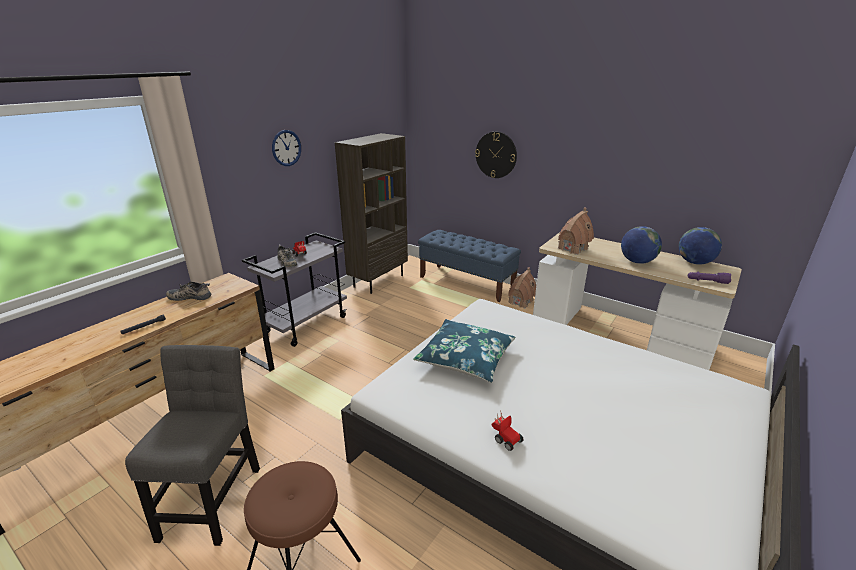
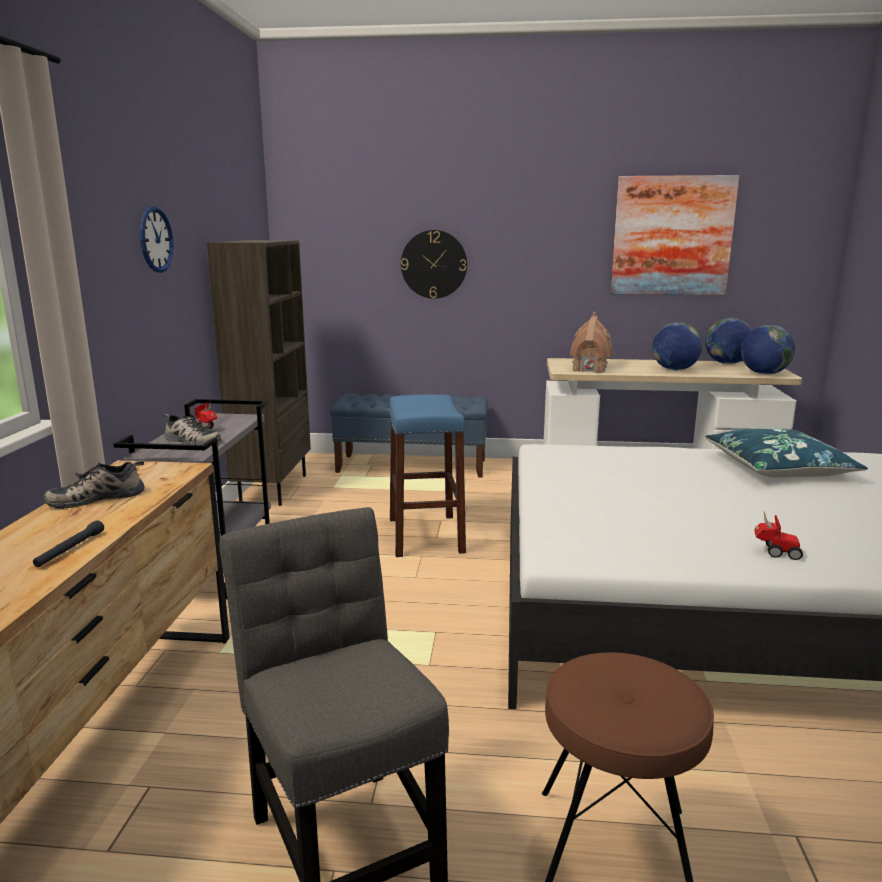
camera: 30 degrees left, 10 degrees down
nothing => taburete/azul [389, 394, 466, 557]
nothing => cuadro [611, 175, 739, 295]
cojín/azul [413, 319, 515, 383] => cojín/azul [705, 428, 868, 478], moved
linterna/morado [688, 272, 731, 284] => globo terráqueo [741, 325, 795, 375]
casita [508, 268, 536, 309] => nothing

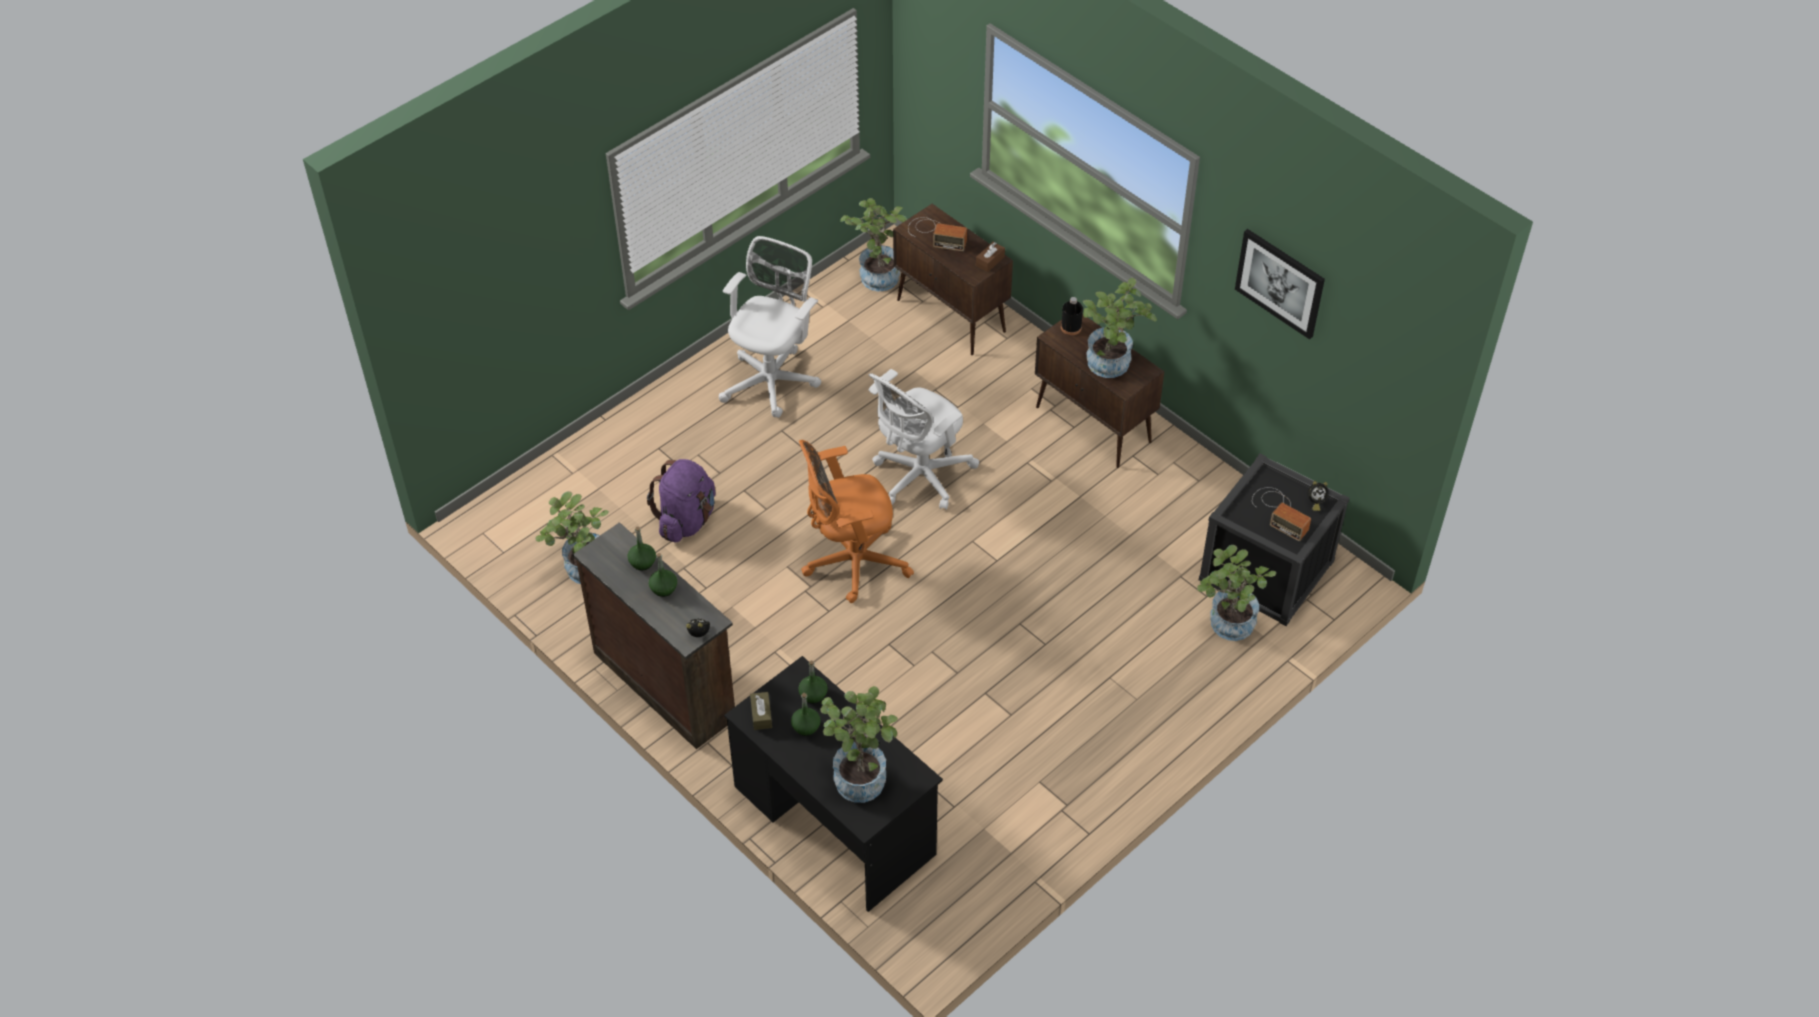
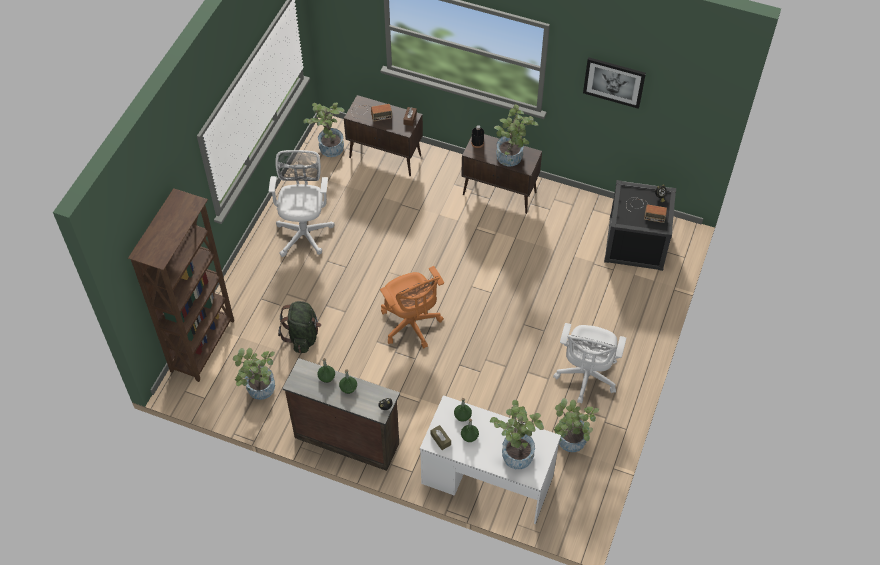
camera: 25 degrees left, 5 degrees up
nothing => estantería/marrón [128, 188, 234, 382]
mochila/morado [647, 459, 716, 543] => mochila/verde [278, 301, 321, 353]
silla de oficina/naranja [799, 440, 914, 603] => silla de oficina/naranja [380, 266, 444, 348], 75 degrees counterclockwise
escritorio/negro [724, 656, 943, 912] => escritorio/blanco [420, 395, 561, 524]
silla de oficina/blanco [868, 369, 979, 510] => silla de oficina/blanco [553, 323, 626, 404], moved
planta en maceta [1197, 545, 1276, 641] => planta en maceta [554, 398, 599, 452], moved

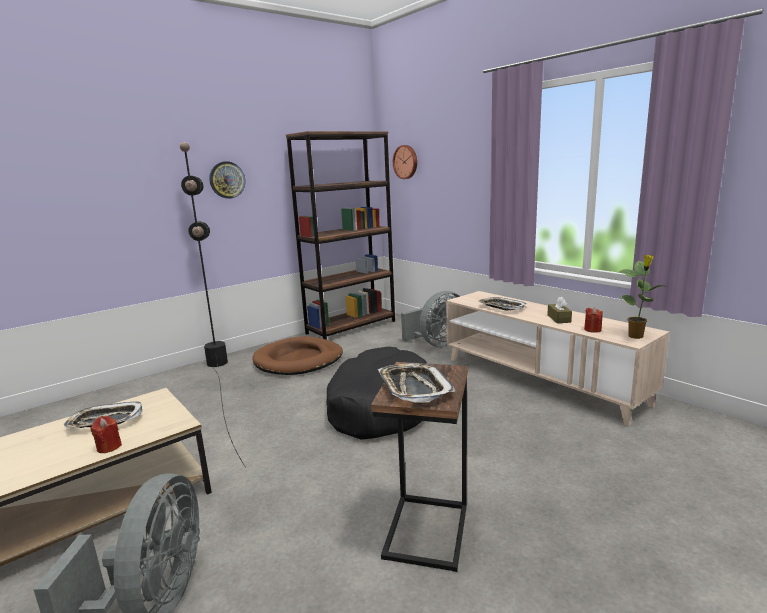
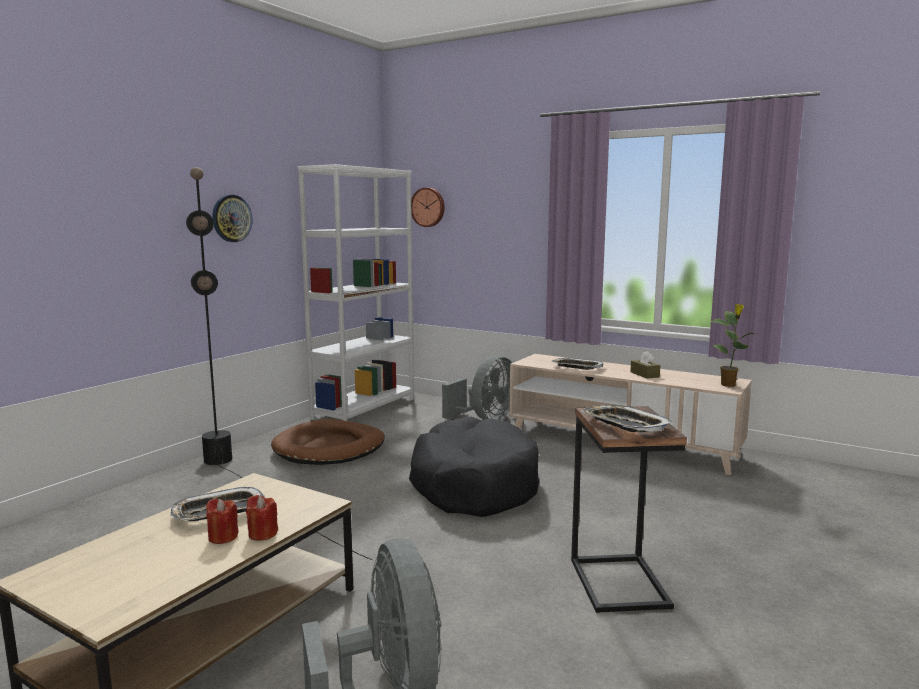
camera: 20 degrees left, 5 degrees down
vela/rojo [584, 308, 603, 333] => vela/rojo [206, 498, 239, 544], moved
estantería/marrón [286, 131, 395, 340] => estantería/blanco [297, 164, 414, 421]

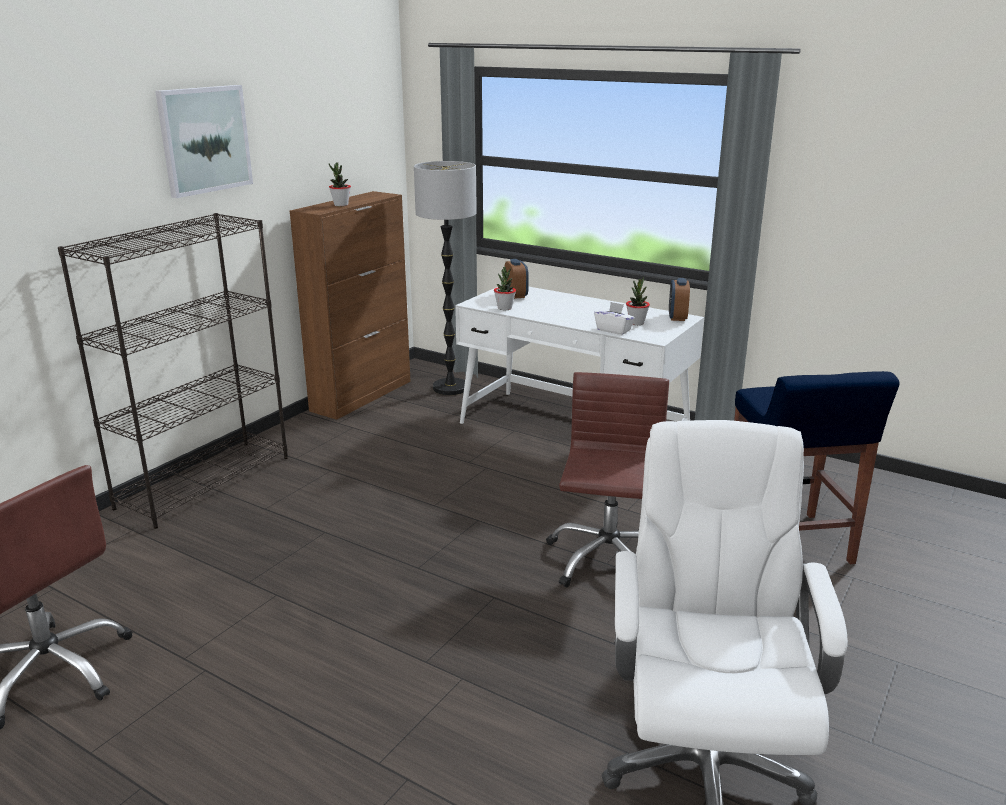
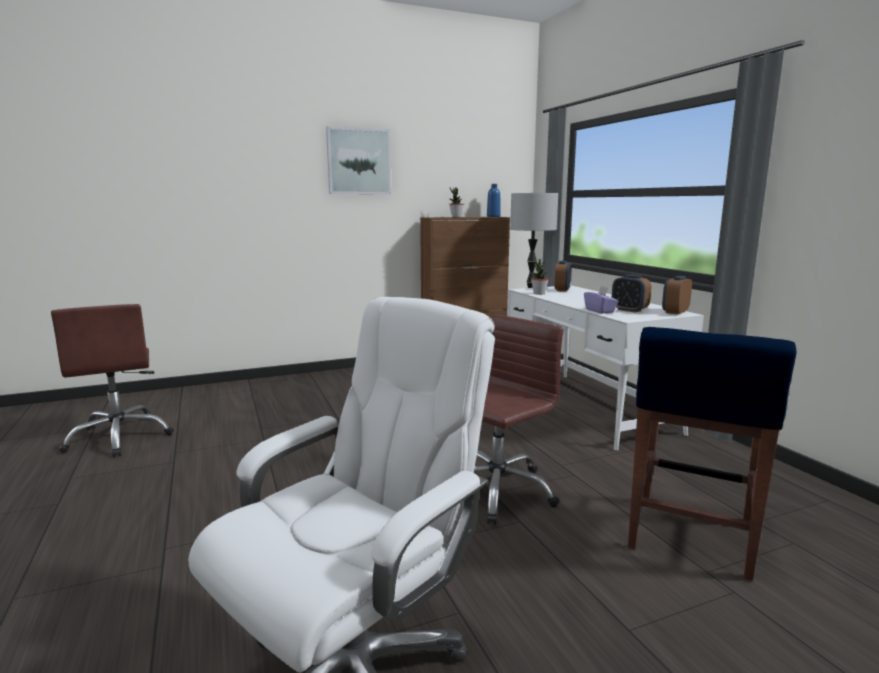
camera: 35 degrees right, 10 degrees down
nothing => botella/azul [487, 184, 501, 217]
caja de pañuelos/blanco [594, 302, 635, 335] => caja de pañuelos/morado [584, 286, 618, 314]
planta en maceta [626, 277, 650, 325] => despertador [612, 274, 651, 313]
estantería/negro [58, 213, 288, 529] => nothing

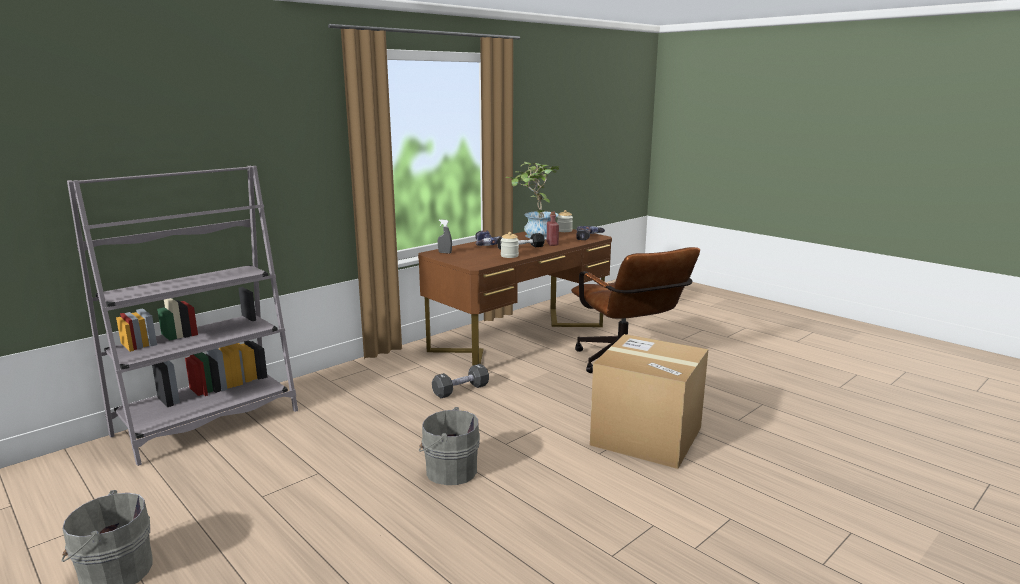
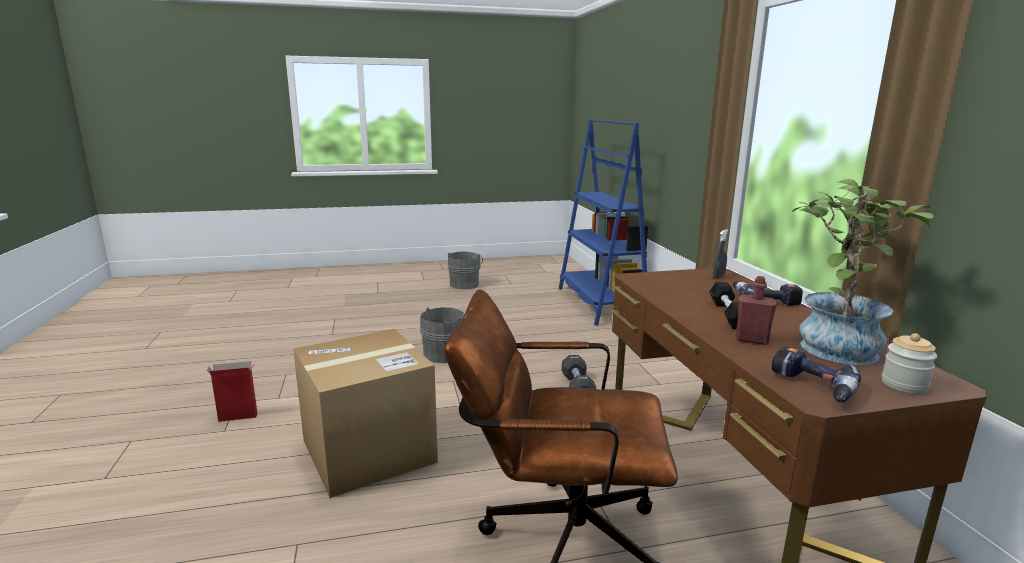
camera: 120 degrees right, 0 degrees up
nothing => caja de cartón [207, 361, 258, 422]
estantería/gris [67, 166, 298, 466] => estantería/azul [559, 119, 648, 326]
tarro [501, 232, 519, 258] => nothing

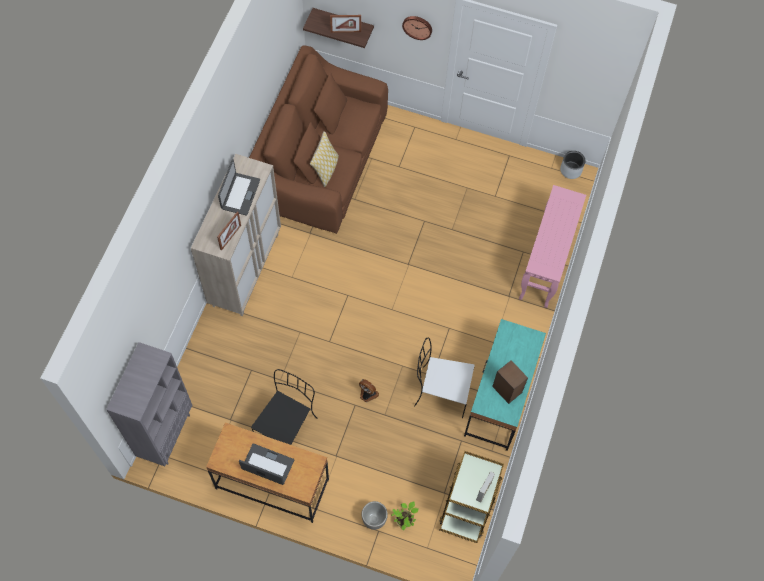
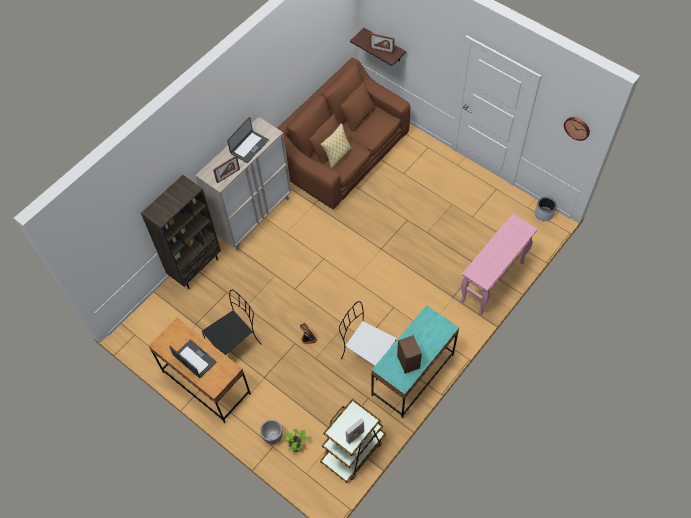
camera: 25 degrees right, 5 degrees down
nothing => estantería/marrón [141, 175, 221, 289]
reloj de pared [402, 16, 432, 40] => reloj de pared [564, 117, 590, 141], moved
estantería/gris [106, 342, 192, 466] => nothing

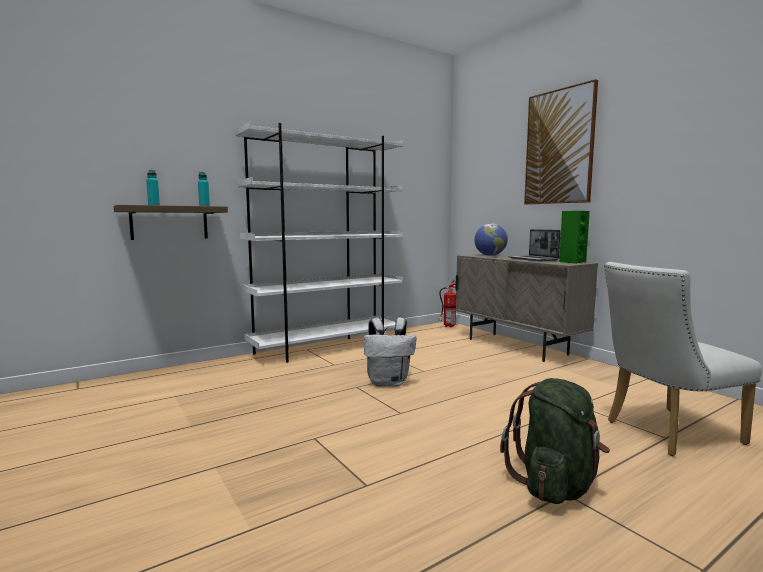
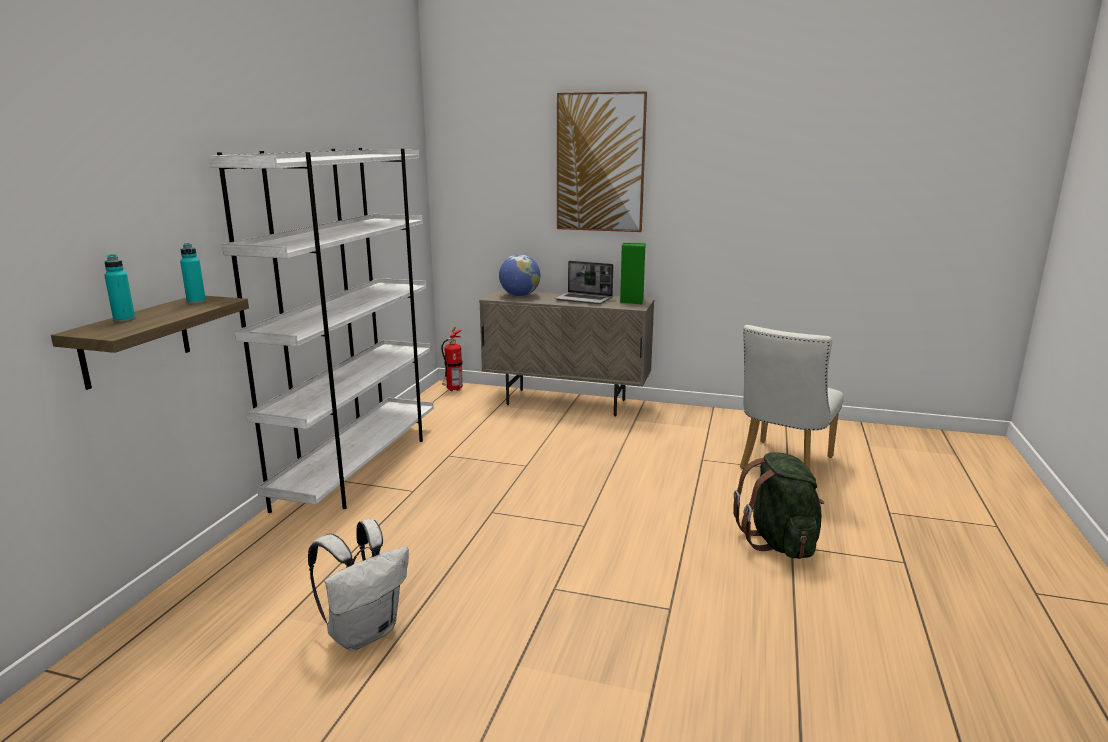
camera: 40 degrees left, 10 degrees up
mochila/blanco [364, 317, 416, 387] => mochila/blanco [308, 519, 409, 650], moved

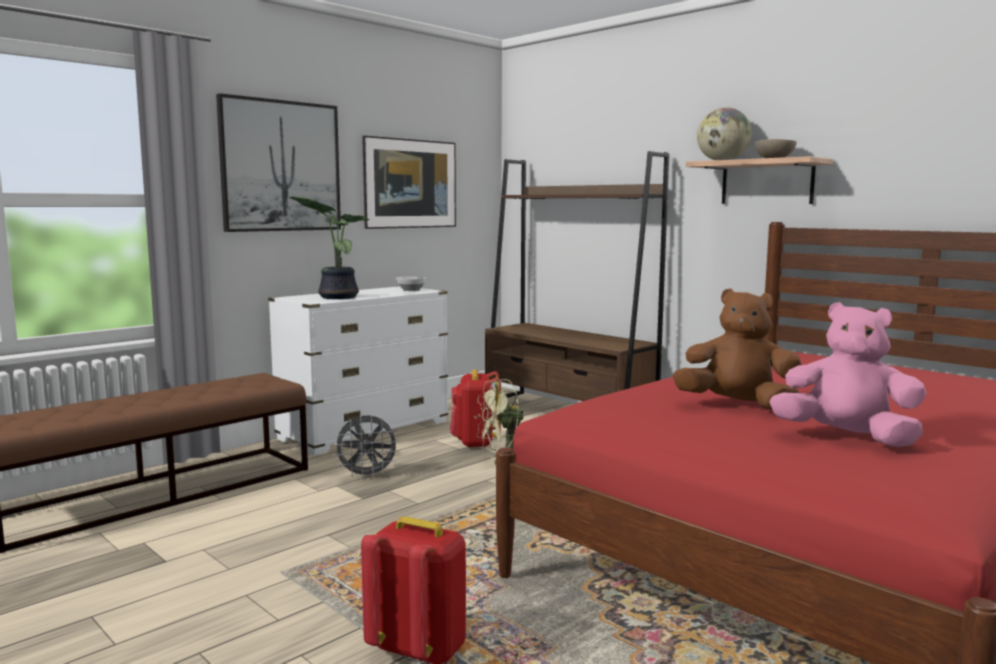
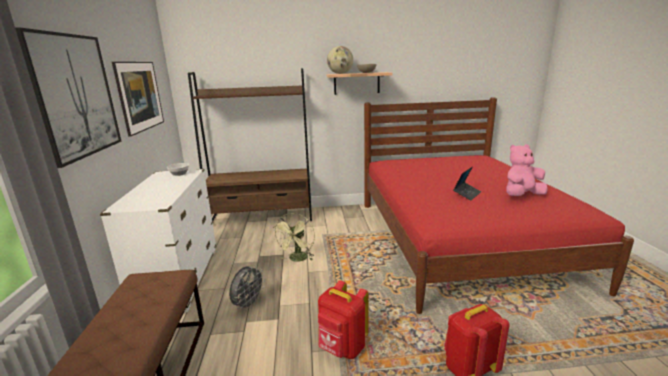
camera: 50 degrees left, 10 degrees up
mochila/rojo [450, 369, 501, 448] => mochila/rojo [318, 280, 369, 359], moved
peluche/marrón [673, 289, 802, 411] => portátil [453, 167, 481, 200]
planta en maceta [288, 196, 369, 299] => nothing

